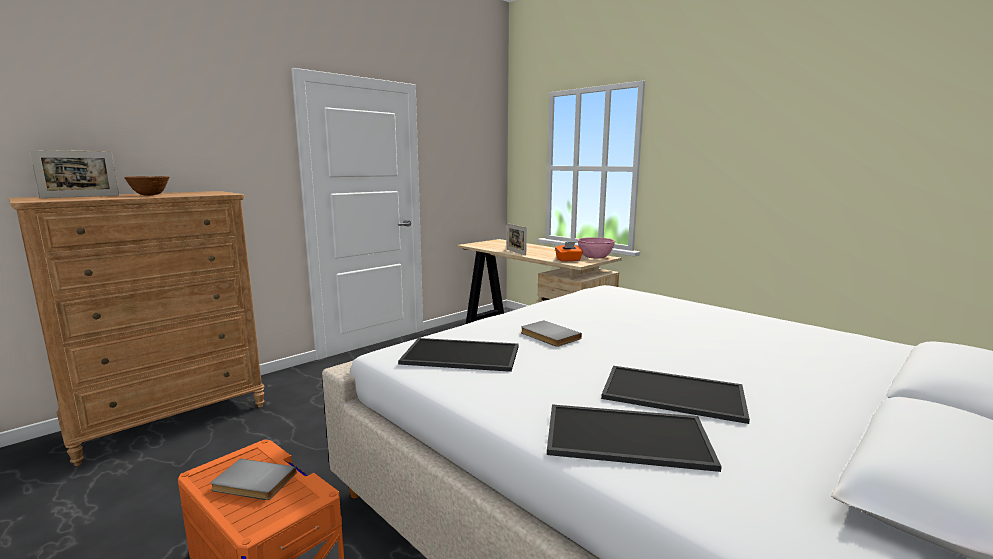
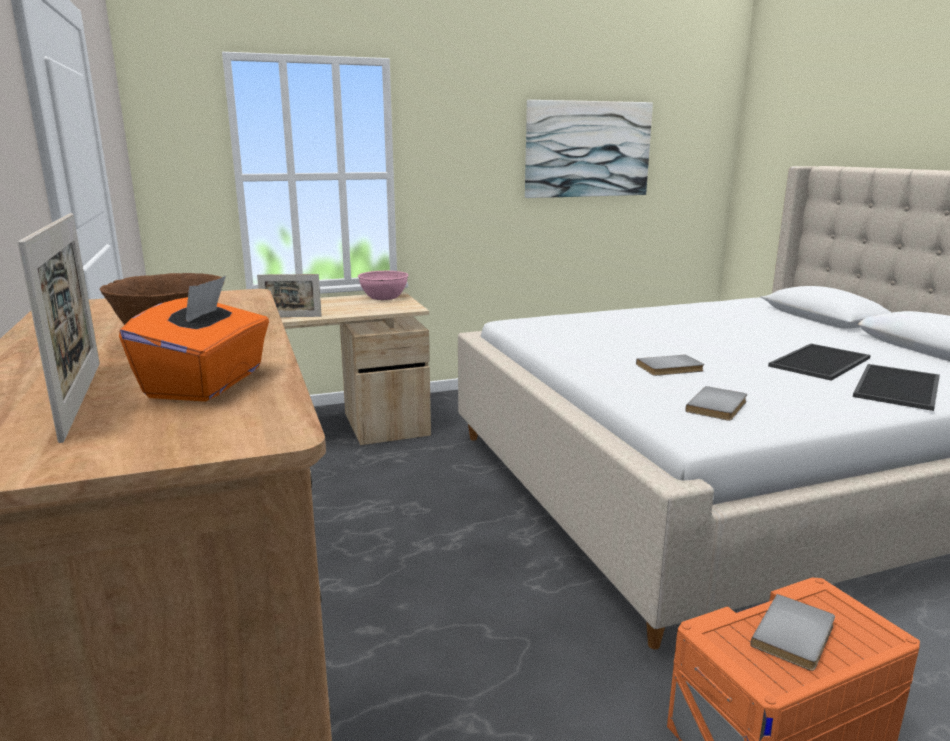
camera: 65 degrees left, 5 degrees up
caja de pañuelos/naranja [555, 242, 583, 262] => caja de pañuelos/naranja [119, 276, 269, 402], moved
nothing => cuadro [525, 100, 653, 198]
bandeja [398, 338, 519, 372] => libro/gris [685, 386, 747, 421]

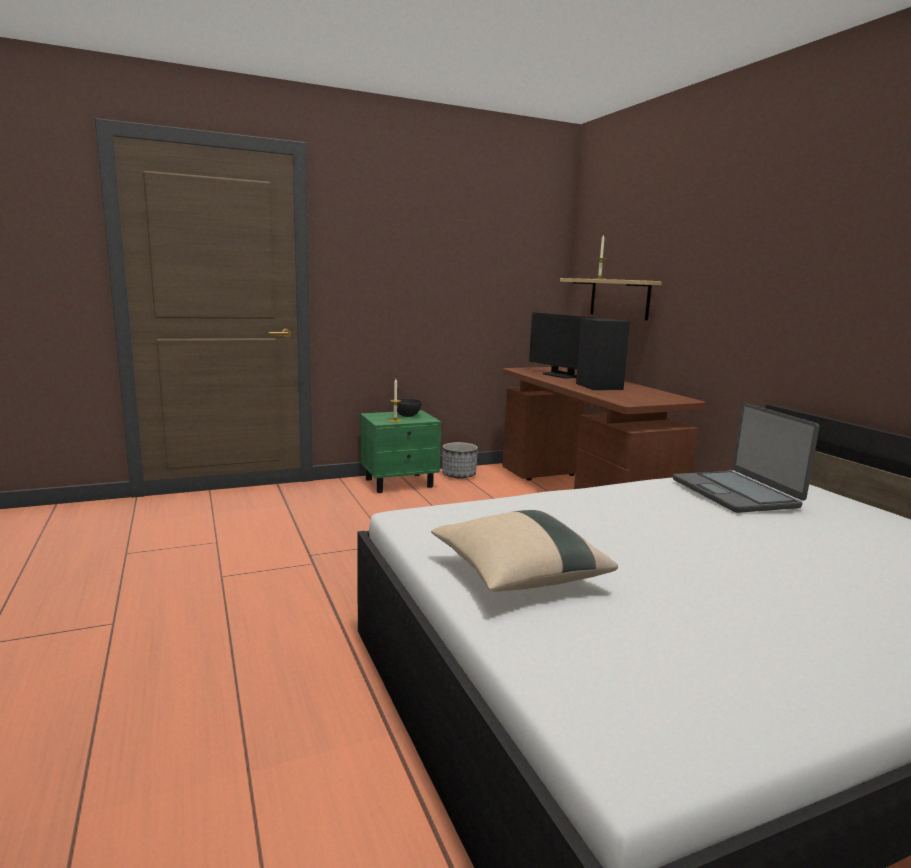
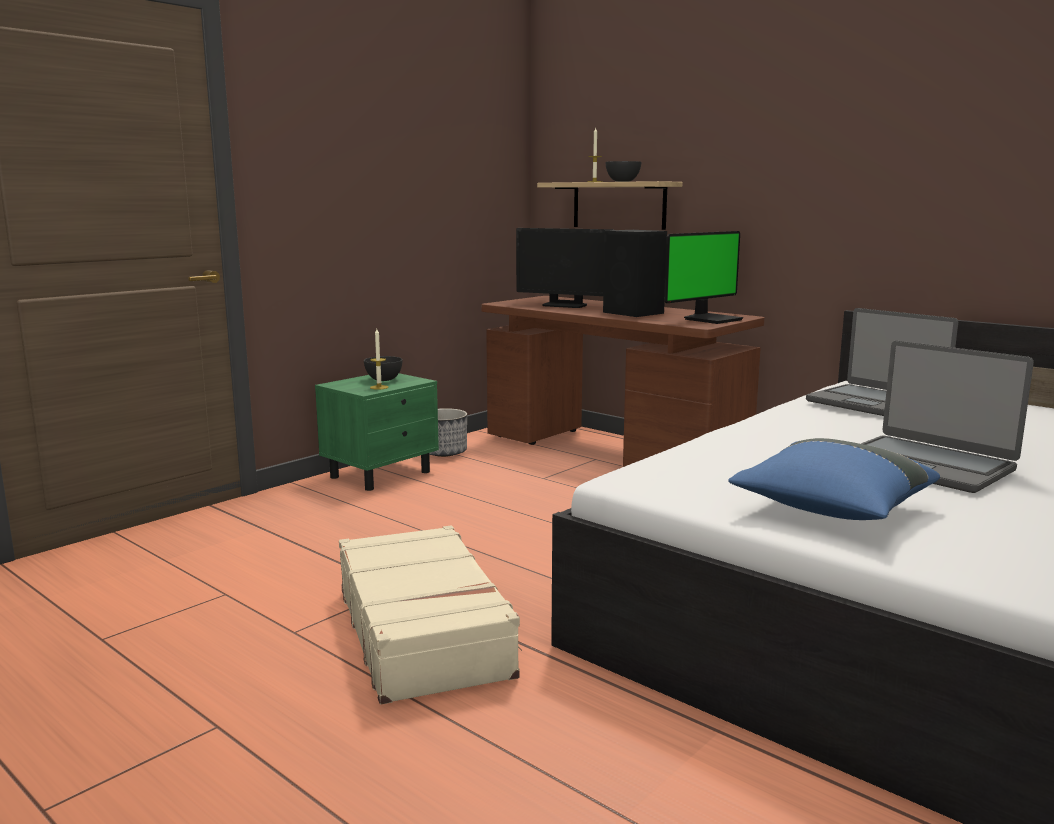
camera: 25 degrees left, 0 degrees up
nothing => maleta/beis [339, 526, 522, 705]
nothing => cuenco/gris [606, 161, 641, 182]
nothing => monitor [664, 231, 743, 324]
cojín/beis [431, 510, 618, 592] => cojín/azul [728, 438, 940, 520]
nothing => portátil [861, 341, 1034, 493]

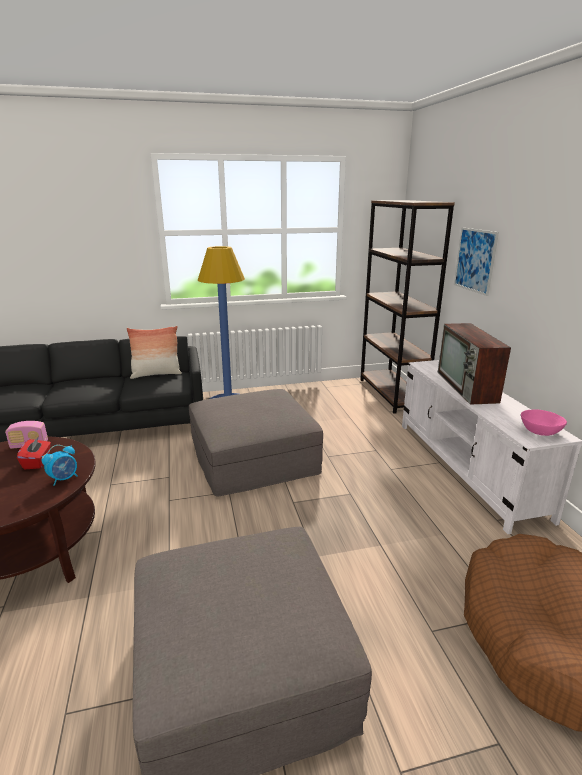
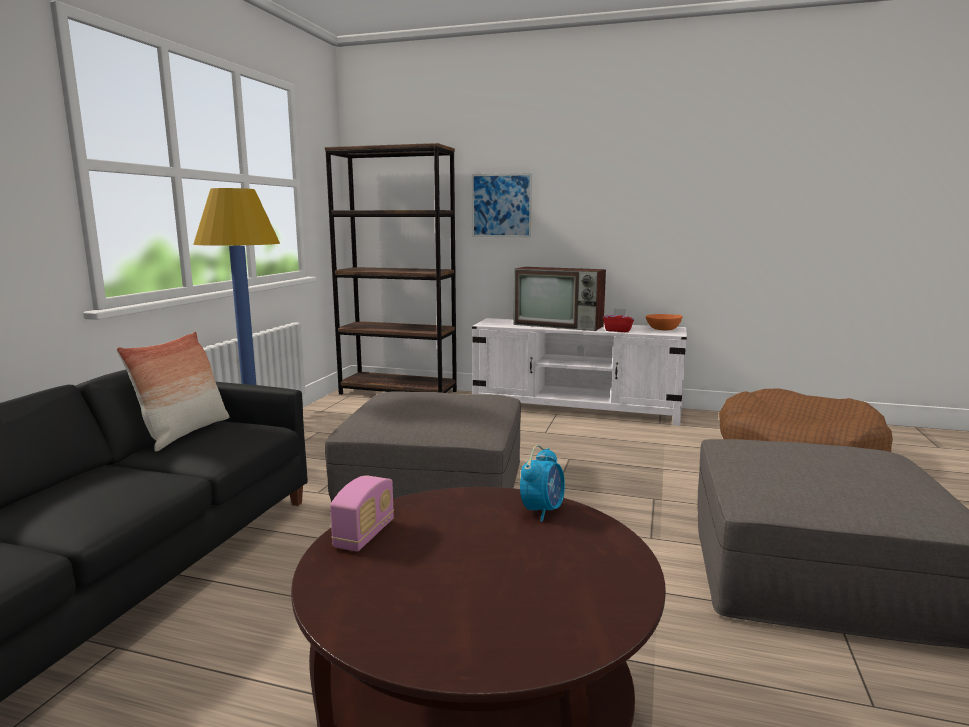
camera: 60 degrees left, 10 degrees down
despertador [42, 445, 77, 486] => despertador [520, 445, 565, 522], 45 degrees clockwise
caja de pañuelos/rojo [17, 436, 51, 469] => caja de pañuelos/rojo [603, 308, 634, 332], moved
cuenco/rosa [521, 409, 567, 436] => cuenco/naranja [646, 314, 682, 331]

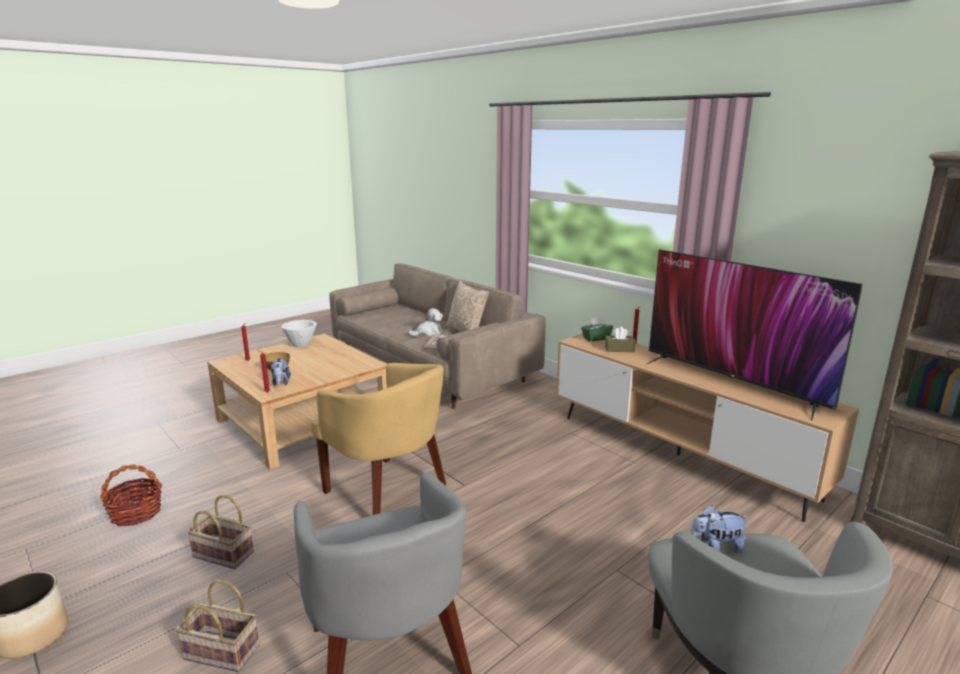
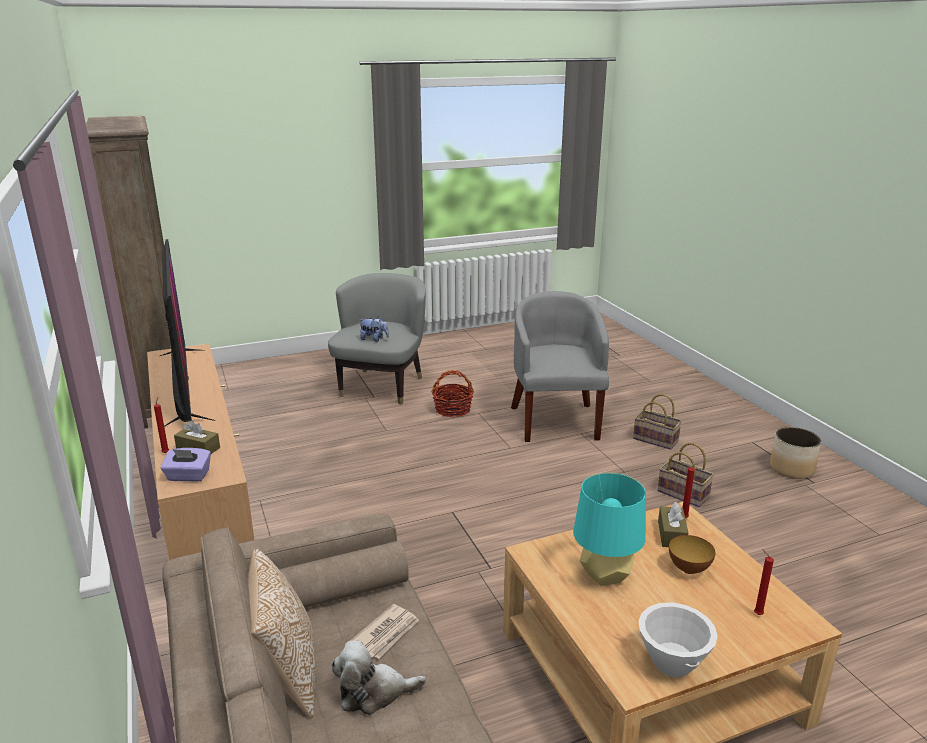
camera: 160 degrees left, 5 degrees up
caja de pañuelos/verde [581, 317, 613, 341] => caja de pañuelos/morado [161, 448, 211, 482]
cesta [100, 464, 162, 526] => cesta [431, 370, 474, 417], moved
nothing => lámpara de mesa/turquesa [573, 473, 646, 586]
peluche [270, 357, 291, 386] => caja de pañuelos/marrón [658, 502, 688, 547]
sillón/amarillo [311, 363, 446, 515] => nothing

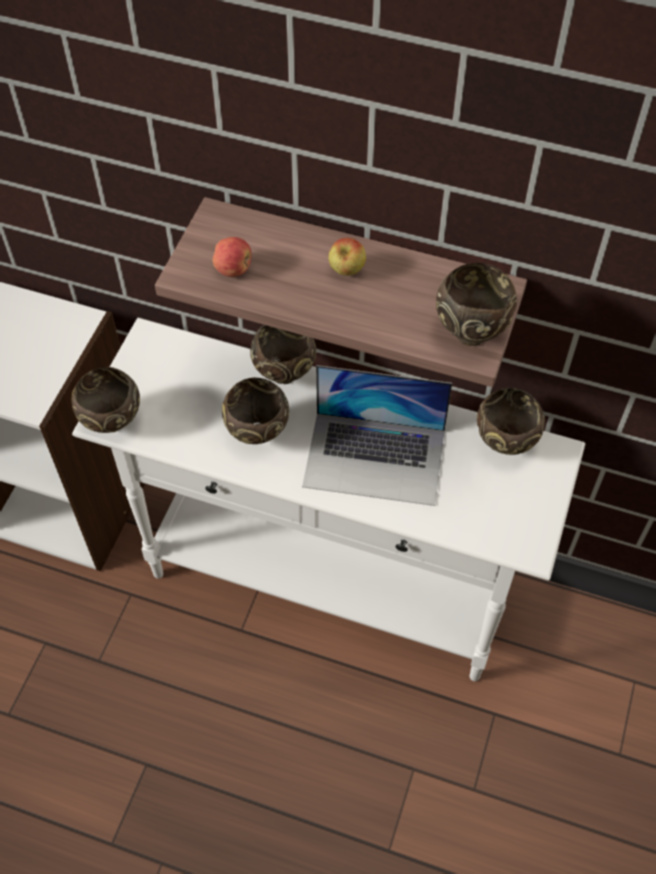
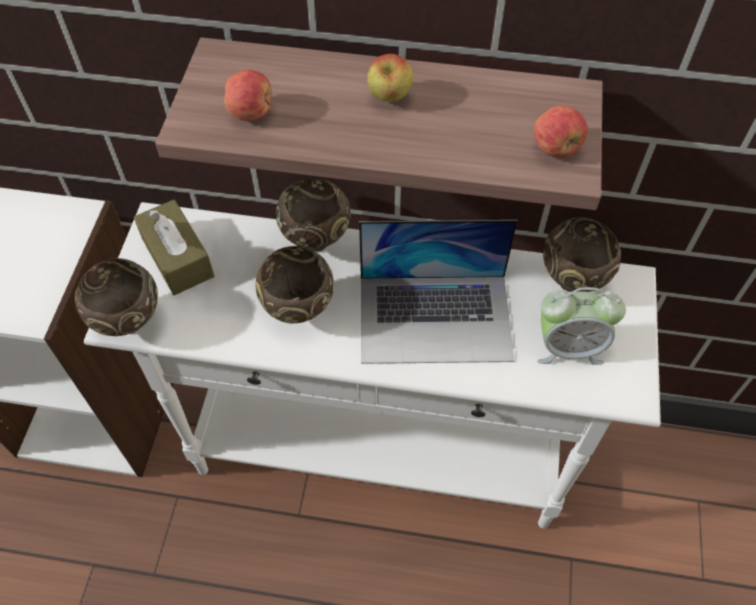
camera: 10 degrees left, 0 degrees up
nothing => caja de pañuelos/marrón [133, 200, 214, 295]
cuenco/marrón [436, 262, 517, 346] => manzana [534, 106, 588, 157]
nothing => despertador [537, 287, 626, 365]

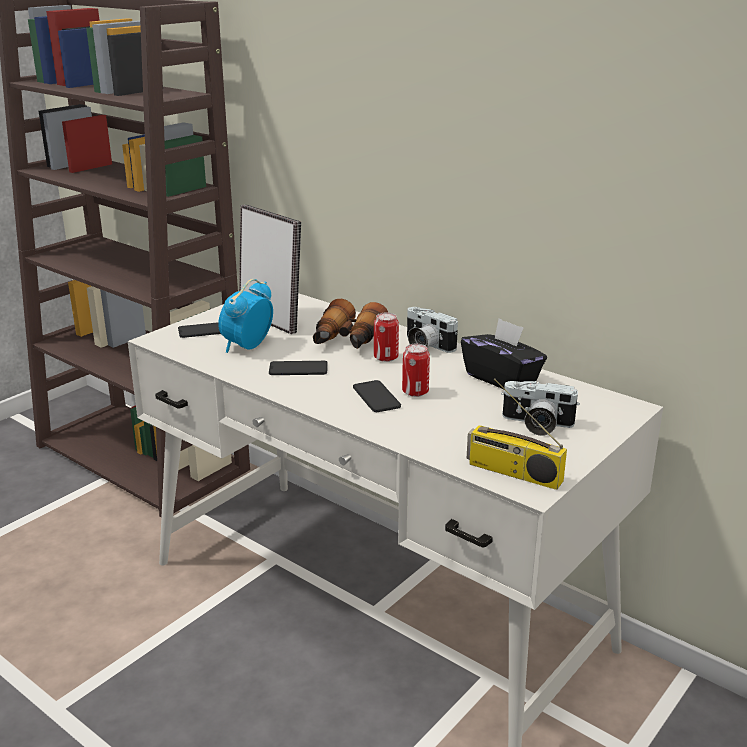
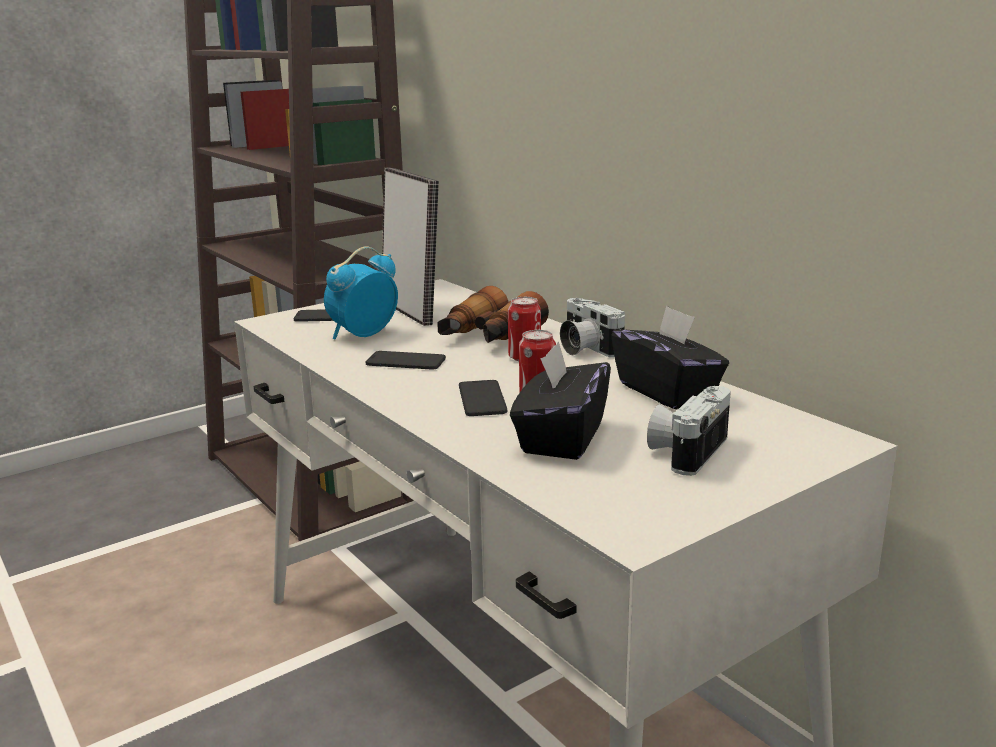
camera: 15 degrees right, 5 degrees down
nothing => caja de pañuelos/negro [510, 341, 611, 460]
cámara [501, 381, 580, 436] => cámara [647, 386, 731, 476], 90 degrees clockwise
radio [467, 379, 567, 490] => nothing

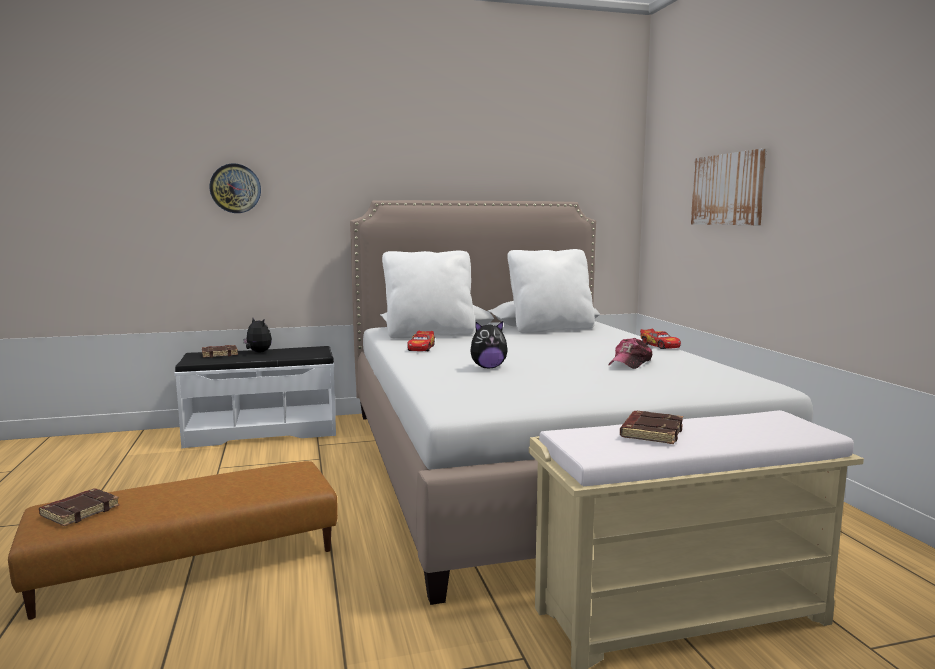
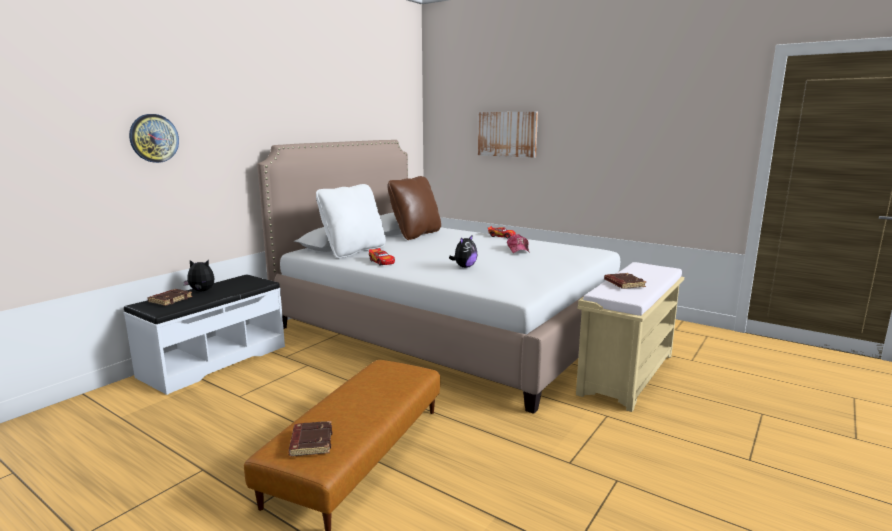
camera: 40 degrees left, 5 degrees up
cojín/blanco [507, 249, 595, 333] => cojín/marrón [388, 176, 441, 240]

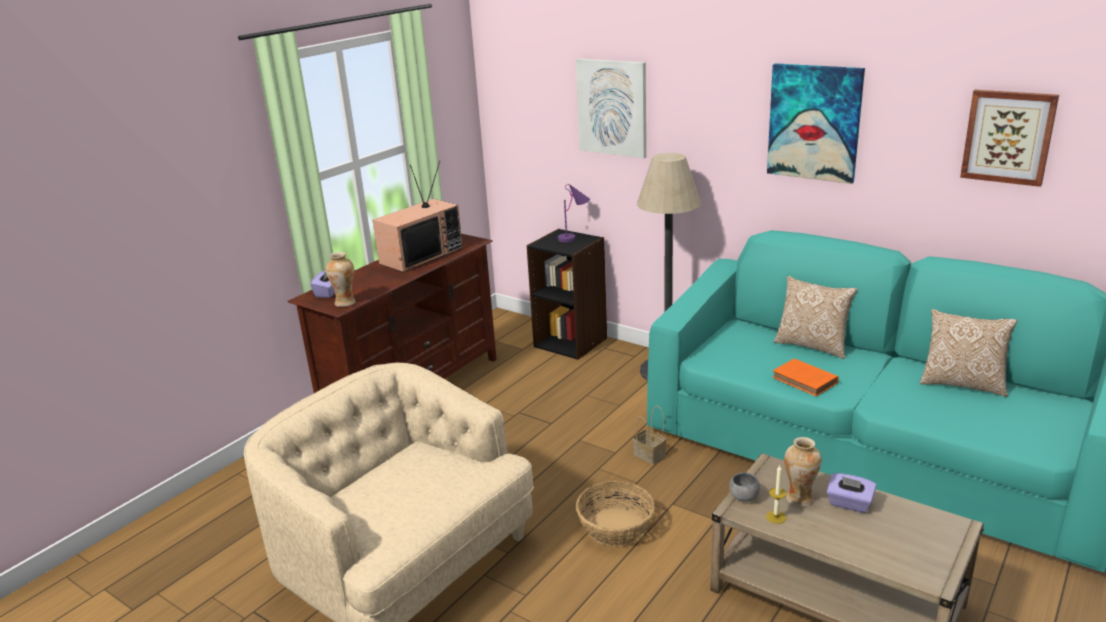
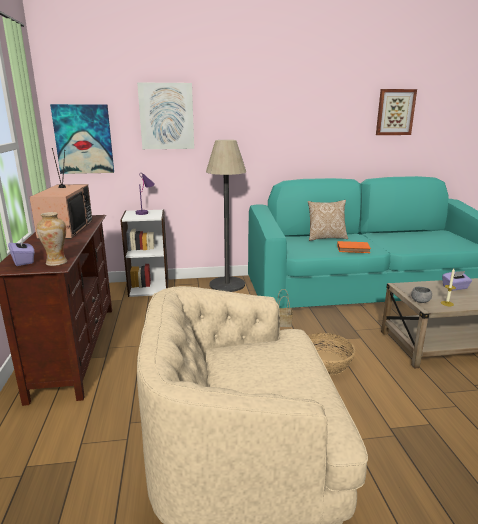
camera: 45 degrees left, 5 degrees down
cuadro [767, 63, 865, 184] => cuadro [50, 104, 114, 174], moved
estantería/negro [527, 229, 607, 360] => estantería/blanco [120, 209, 169, 297]
florero [784, 437, 822, 506] => nothing
cojín [920, 309, 1017, 397] => nothing

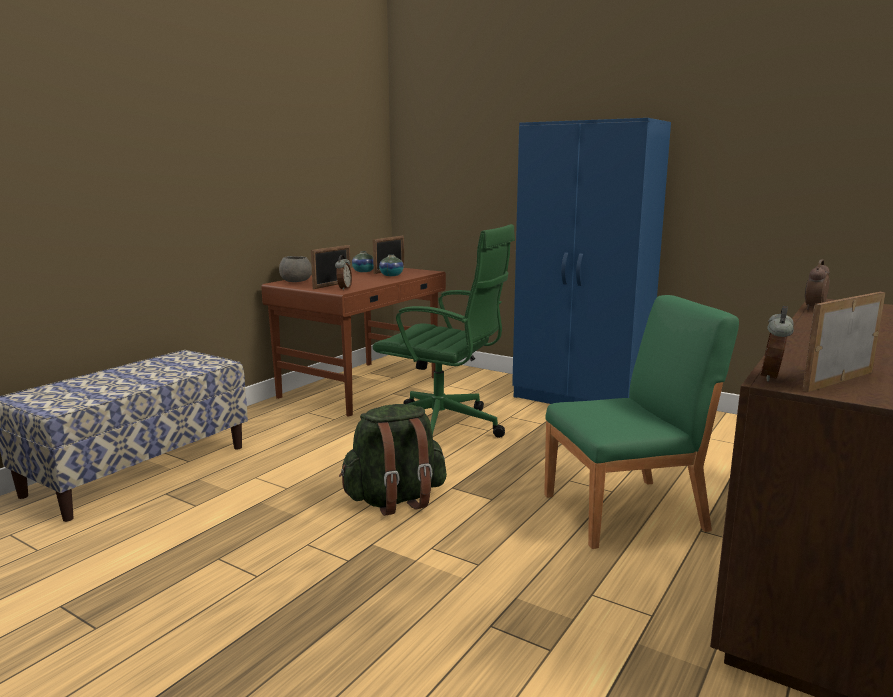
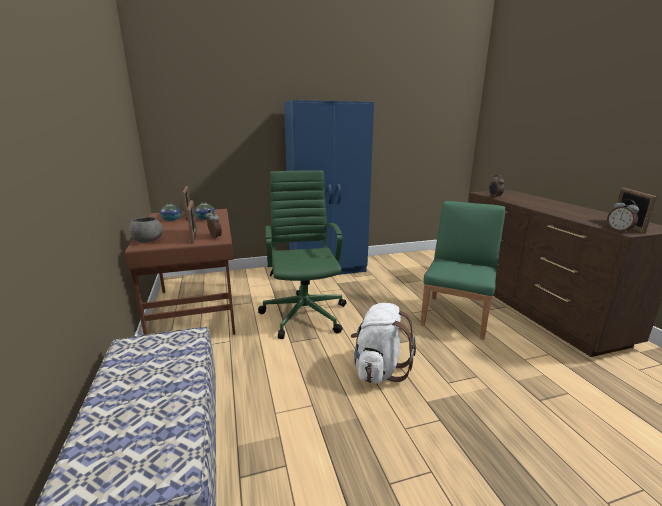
camera: 50 degrees left, 5 degrees up
silla de oficina/verde [373, 224, 515, 438] => silla de oficina/verde [258, 170, 346, 339], 75 degrees counterclockwise
mochila/verde [339, 404, 447, 516] => mochila/blanco [351, 303, 416, 384]

